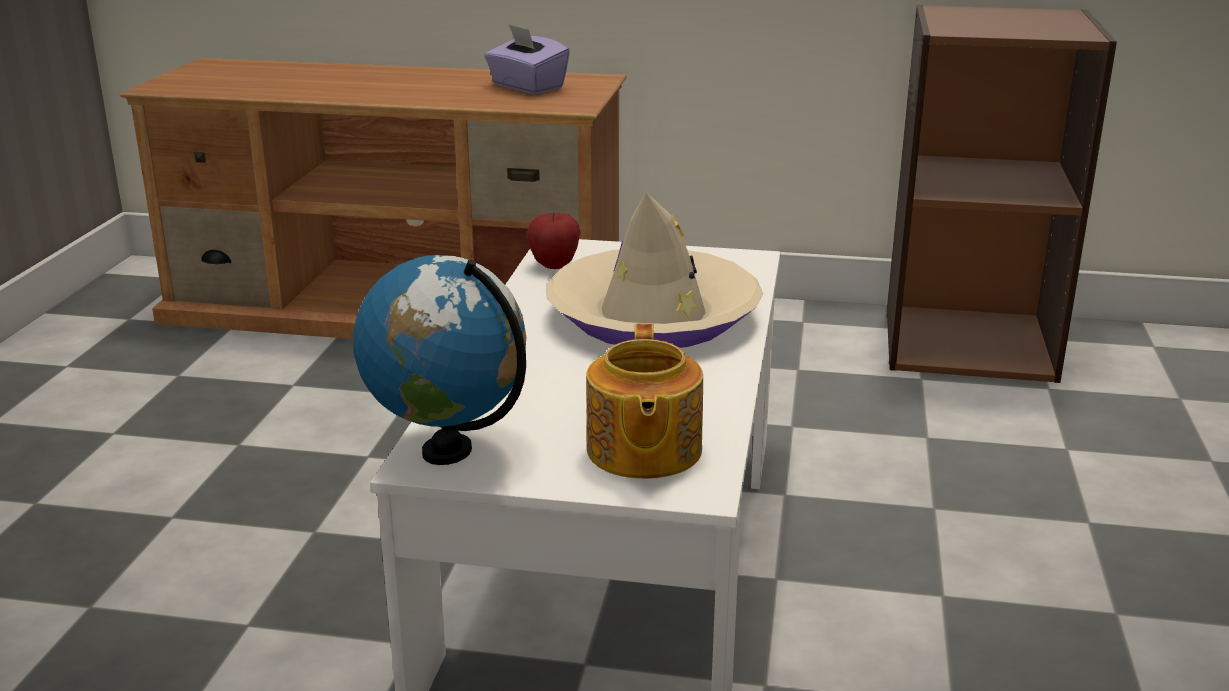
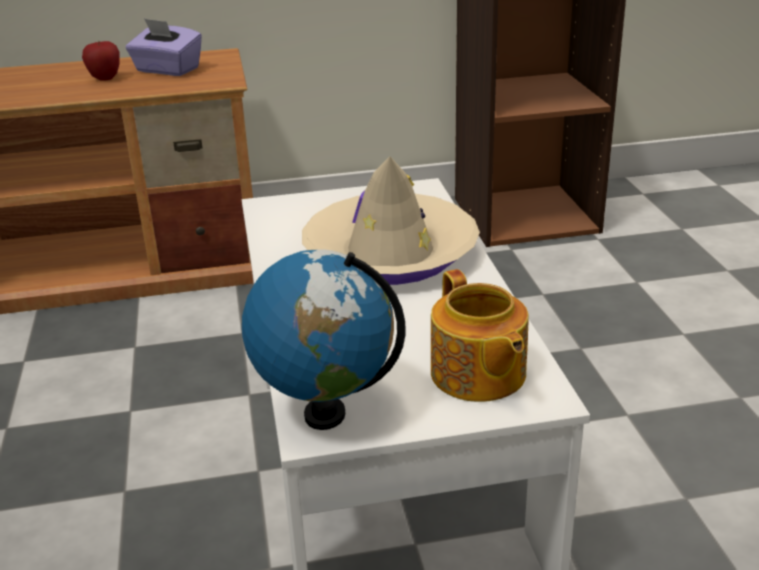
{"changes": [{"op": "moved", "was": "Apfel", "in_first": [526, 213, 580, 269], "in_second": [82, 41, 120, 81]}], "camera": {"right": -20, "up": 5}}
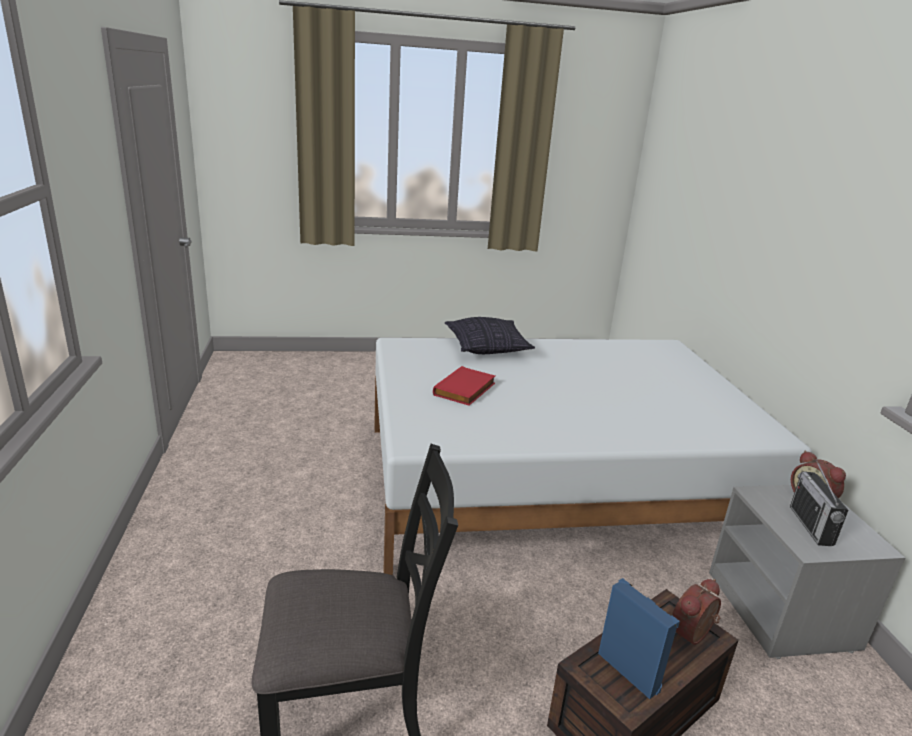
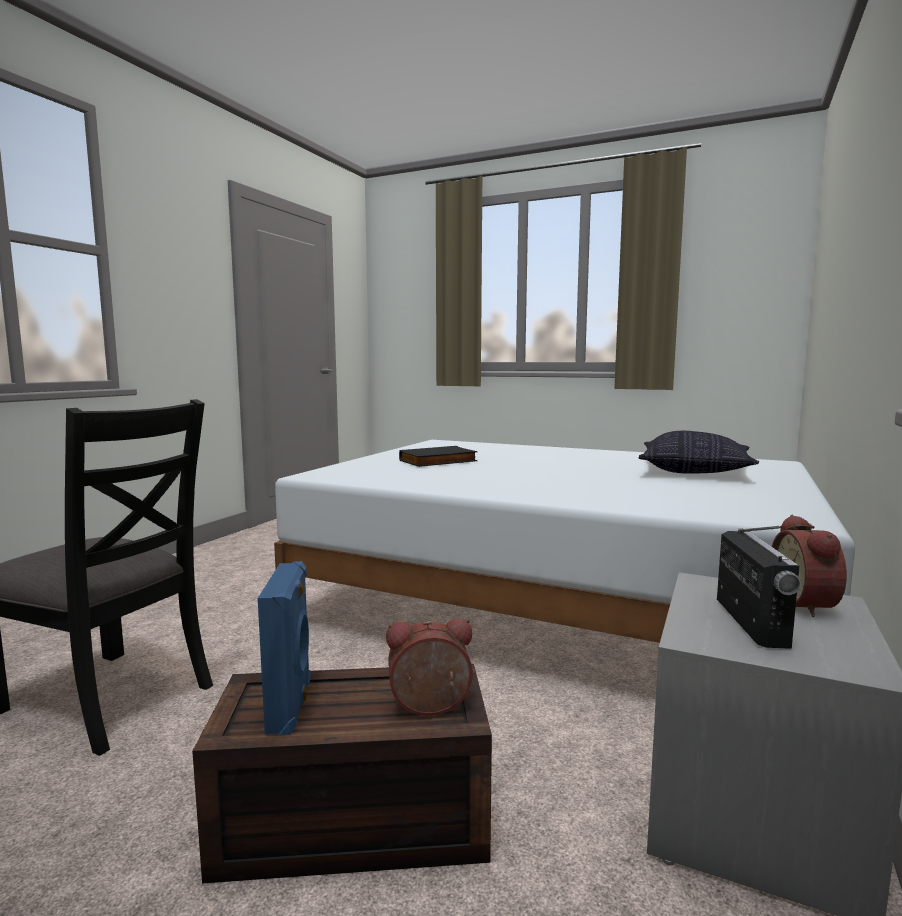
{"changes": [{"op": "recoloured", "was": "Buch (rot)", "now": "Buch (schwarz)", "in_first": [433, 366, 495, 406], "in_second": [399, 446, 478, 467]}, {"op": "moved", "was": "Kissen", "in_first": [445, 317, 535, 354], "in_second": [638, 431, 759, 474]}, {"op": "turned", "was": "Radio", "in_first": [790, 459, 848, 546], "in_second": [717, 526, 801, 649], "clockwise": 150}], "camera": {"right": 35, "up": -15}}
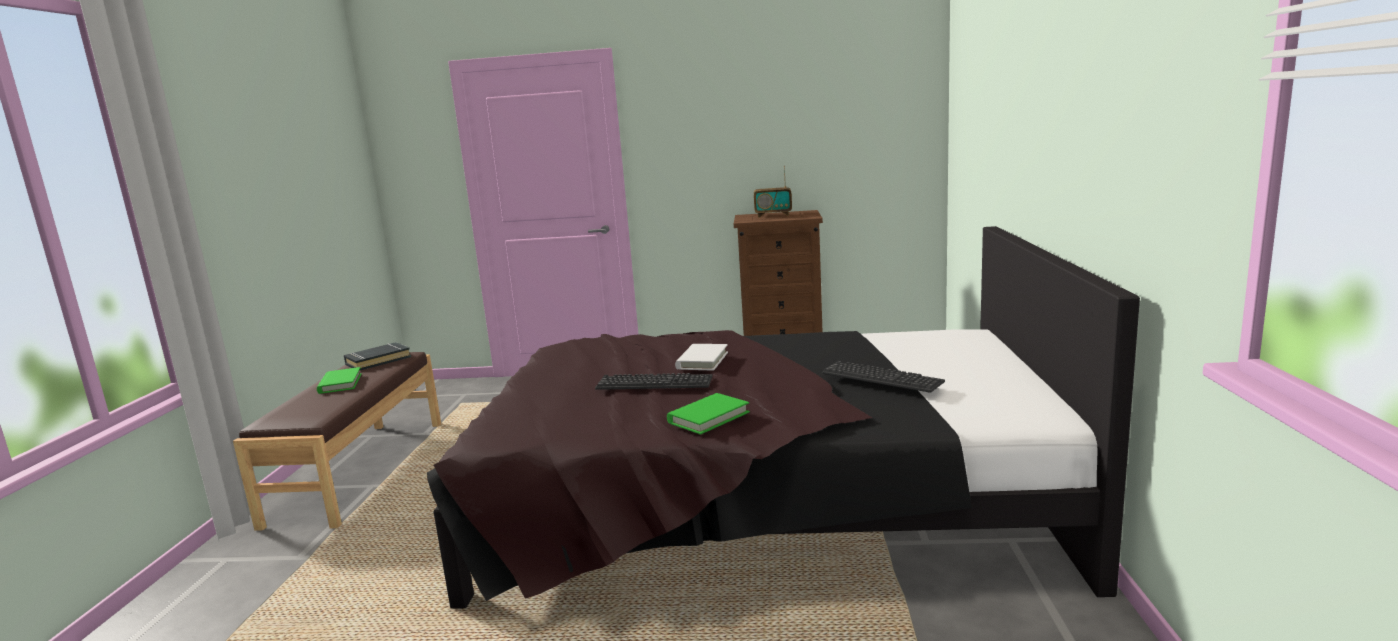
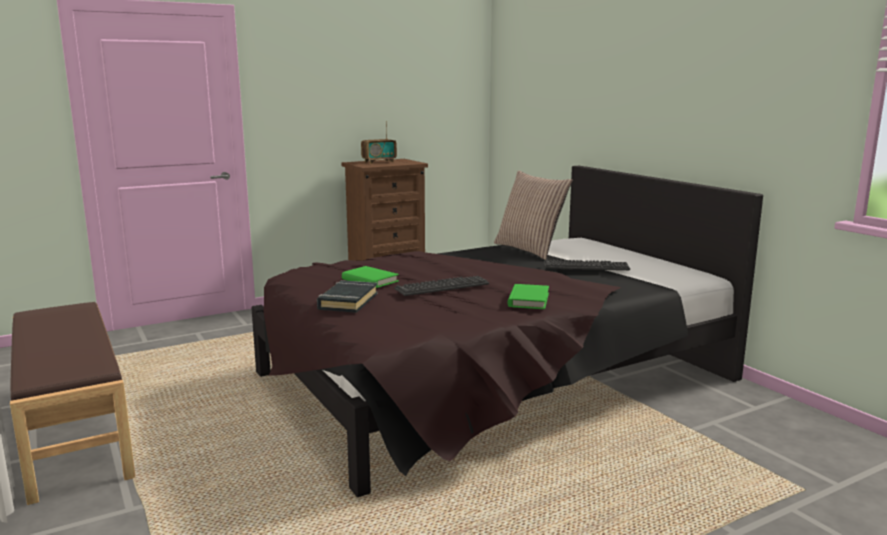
{"changes": [{"op": "moved", "was": "Buch (grün)", "in_first": [317, 367, 362, 394], "in_second": [342, 266, 399, 288]}, {"op": "moved", "was": "Buch (schwarz)", "in_first": [344, 342, 411, 371], "in_second": [317, 280, 377, 313]}, {"op": "removed", "was": "Buch (weiß)", "in_first": [675, 344, 728, 370]}, {"op": "added", "now": "Kissen", "in_second": [494, 171, 573, 260]}], "camera": {"right": -35, "up": 0}}
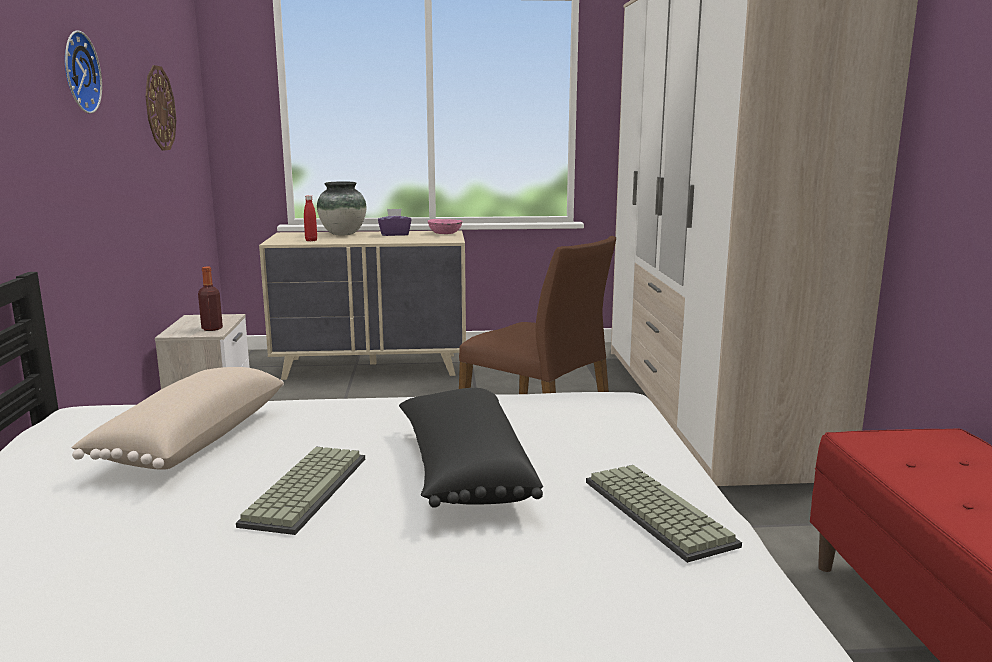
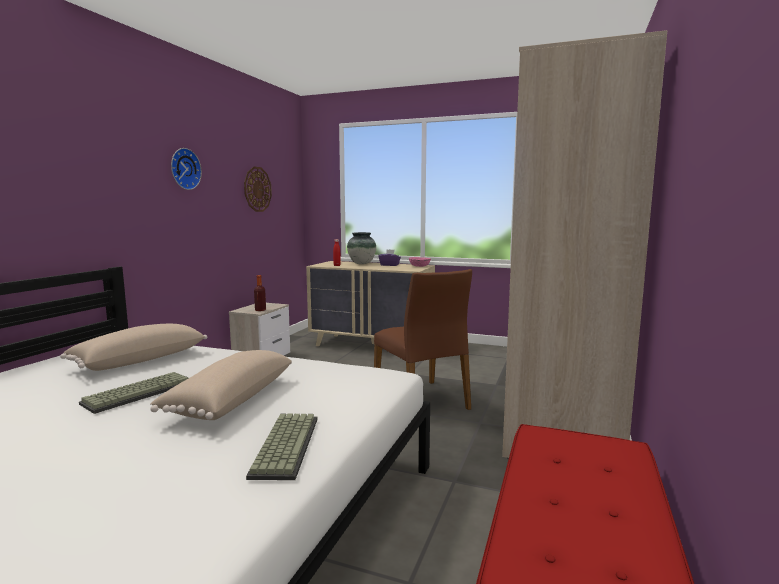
{"changes": [{"op": "recoloured", "was": "Kissen (schwarz)", "now": "Kissen (beige)", "in_first": [399, 388, 543, 508], "in_second": [150, 350, 292, 420]}], "camera": {"right": 25, "up": -5}}
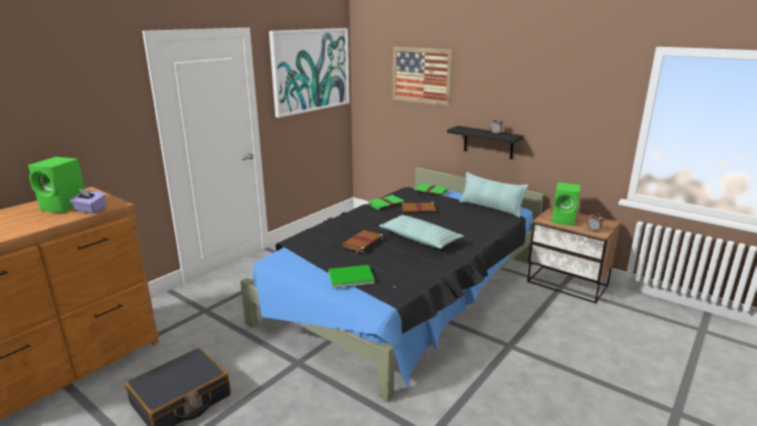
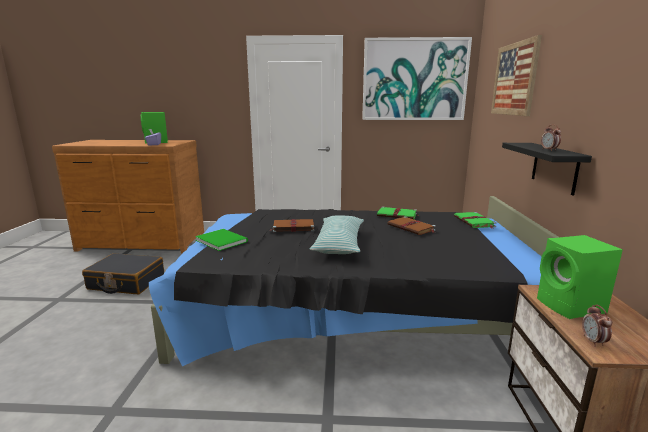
{"changes": [{"op": "removed", "was": "Kissen", "in_first": [459, 172, 529, 218]}], "camera": {"right": 55, "up": -5}}
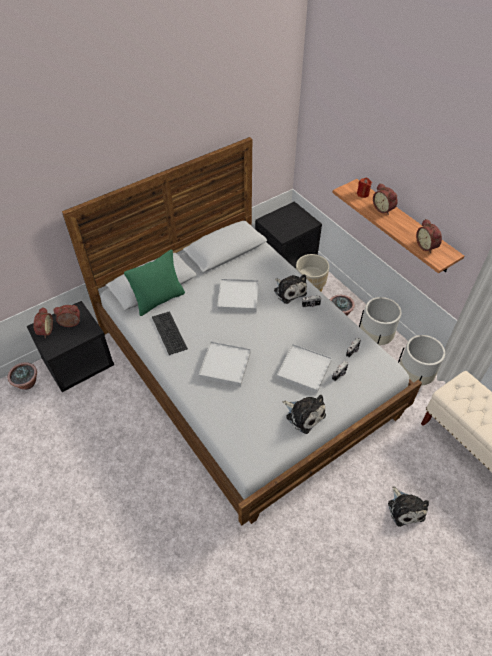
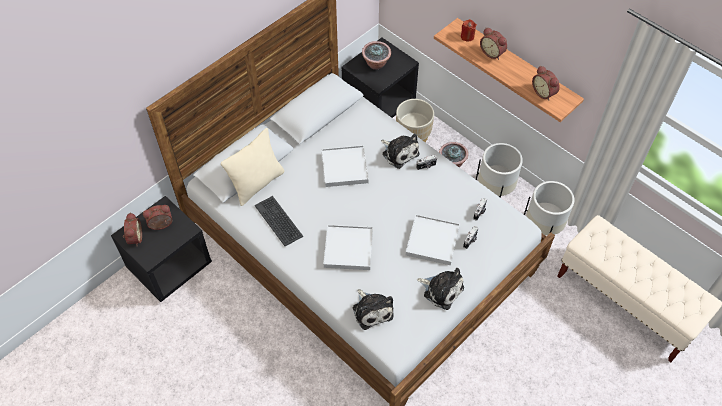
{"changes": [{"op": "moved", "was": "Topfpflanze", "in_first": [8, 362, 37, 390], "in_second": [362, 41, 391, 70]}, {"op": "recoloured", "was": "Kissen (grün)", "now": "Kissen (beige)", "in_first": [124, 249, 185, 316], "in_second": [221, 128, 285, 206]}, {"op": "moved", "was": "Plüschtier", "in_first": [388, 486, 429, 527], "in_second": [353, 289, 393, 330]}], "camera": {"right": -10, "up": 5}}
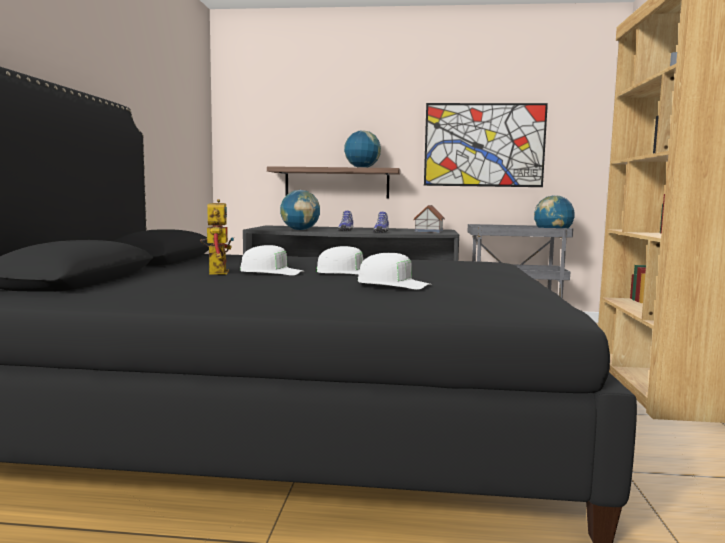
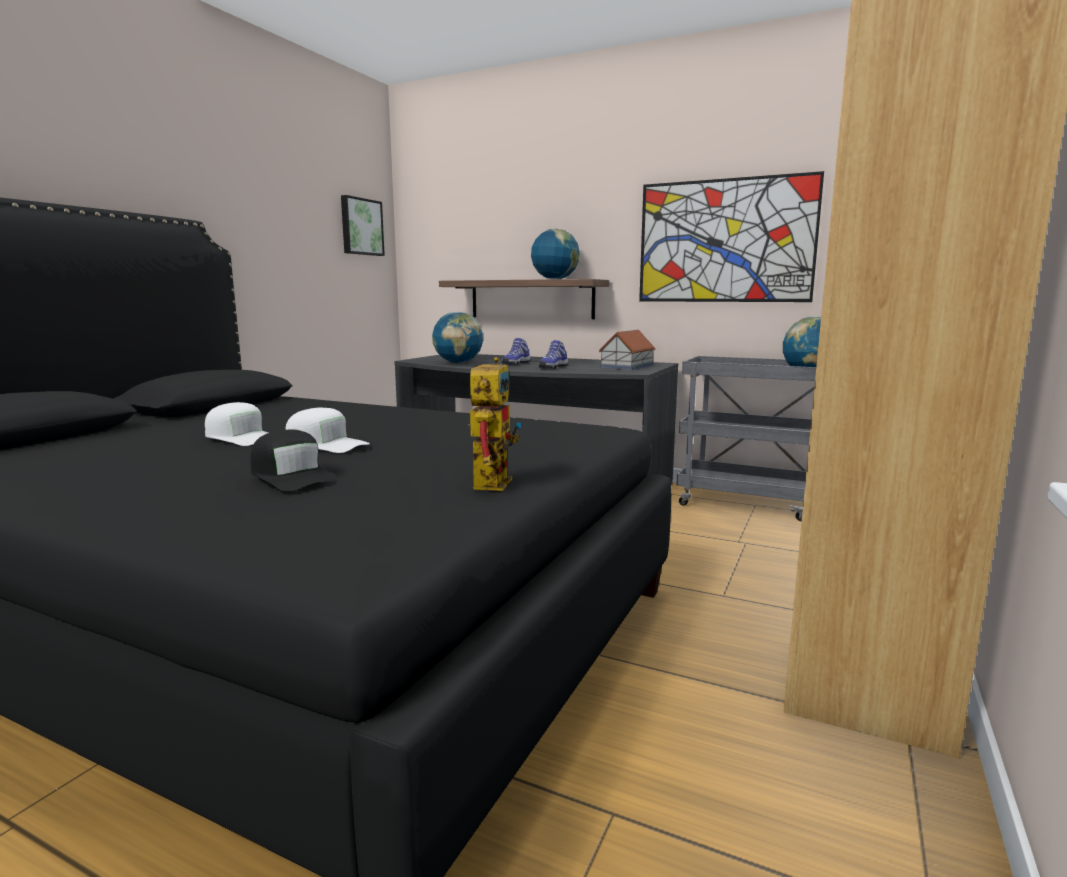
{"changes": [{"op": "moved", "was": "Spielzeugroboter", "in_first": [200, 199, 234, 275], "in_second": [467, 357, 522, 491]}, {"op": "recoloured", "was": "Kappe (weiß)", "now": "Kappe (schwarz)", "in_first": [357, 253, 432, 290], "in_second": [250, 430, 340, 492]}, {"op": "added", "now": "Bild", "in_second": [341, 195, 385, 256]}], "camera": {"right": 20, "up": 5}}
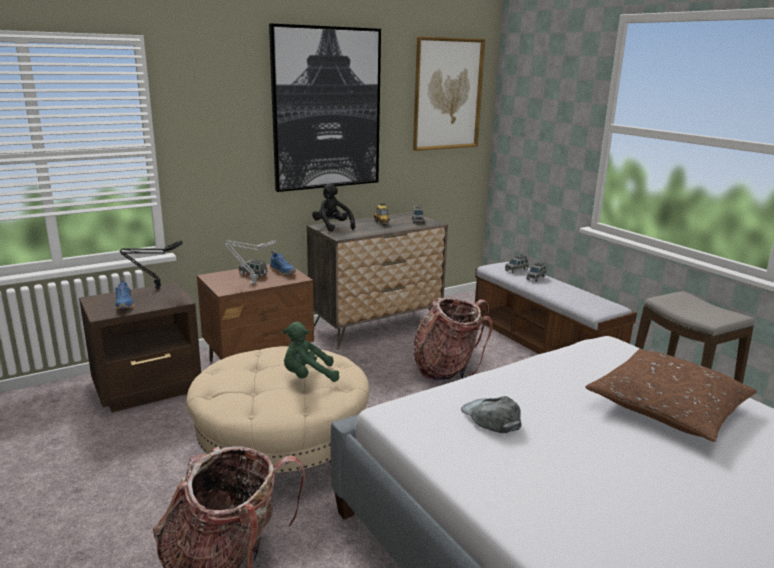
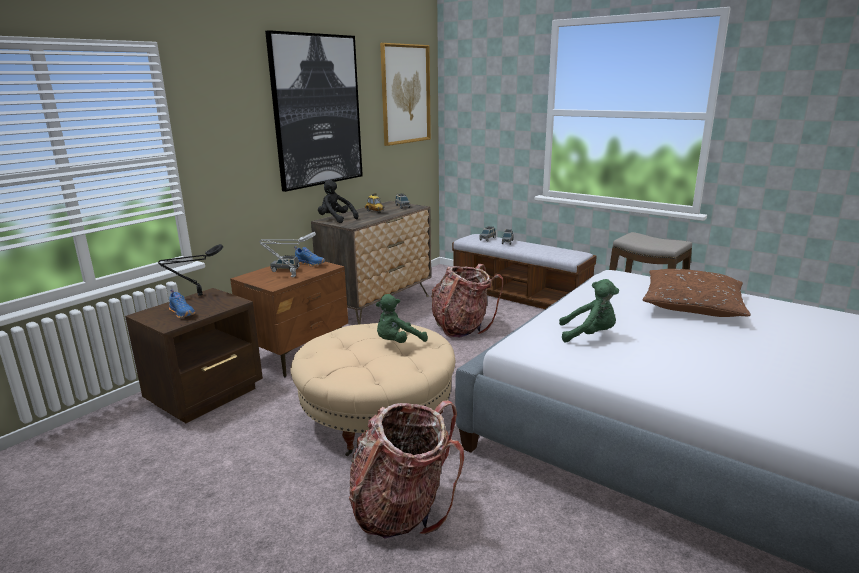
{"changes": [{"op": "replaced", "was": "Kappe (grau)", "now": "Plüschtier (grün)", "in_first": [461, 396, 521, 433], "in_second": [559, 279, 619, 343]}], "camera": {"right": -20, "up": 0}}
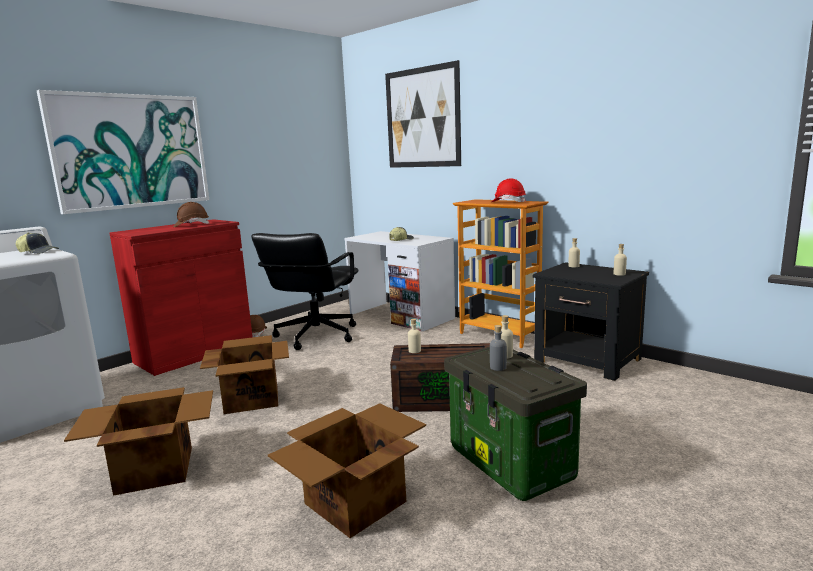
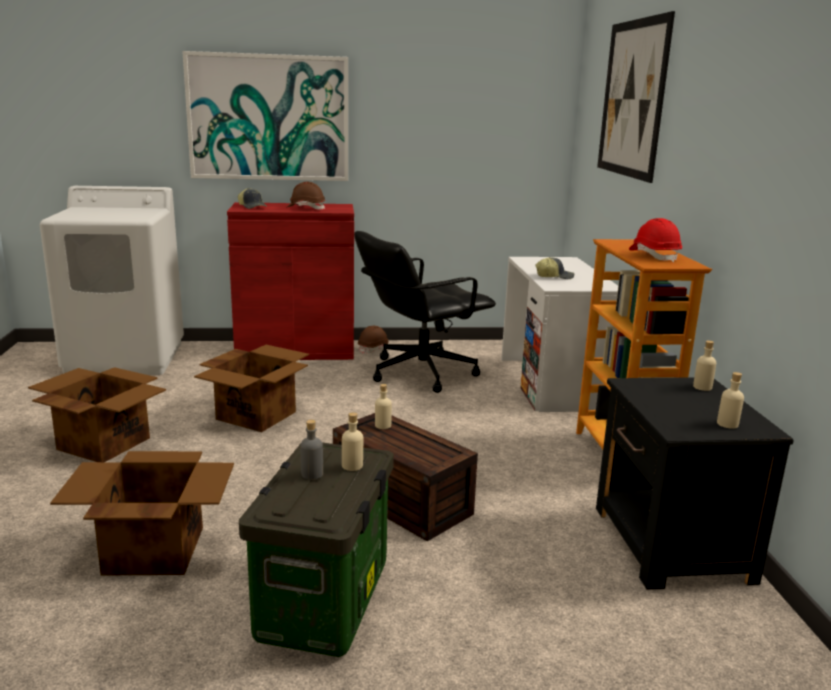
{"changes": [{"op": "moved", "was": "Kappe", "in_first": [16, 233, 59, 254], "in_second": [238, 188, 267, 209]}], "camera": {"right": 40, "up": 5}}
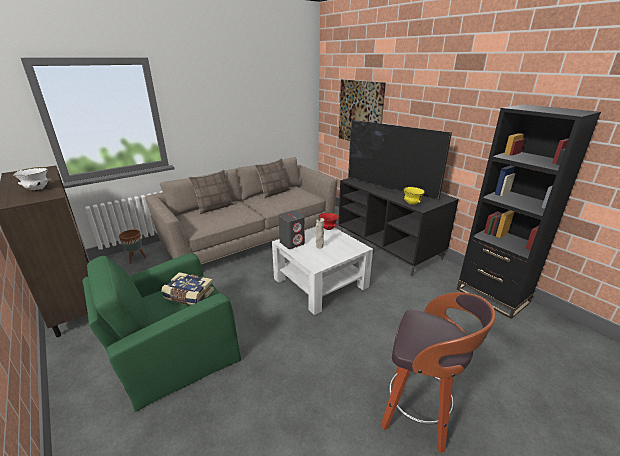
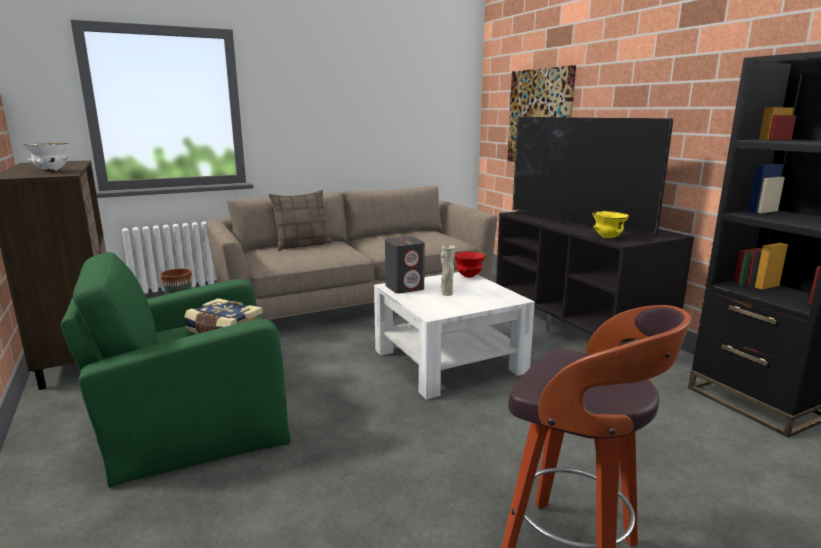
{"changes": [{"op": "removed", "was": "Kissen", "in_first": [255, 158, 290, 199]}], "camera": {"right": 10, "up": -10}}
